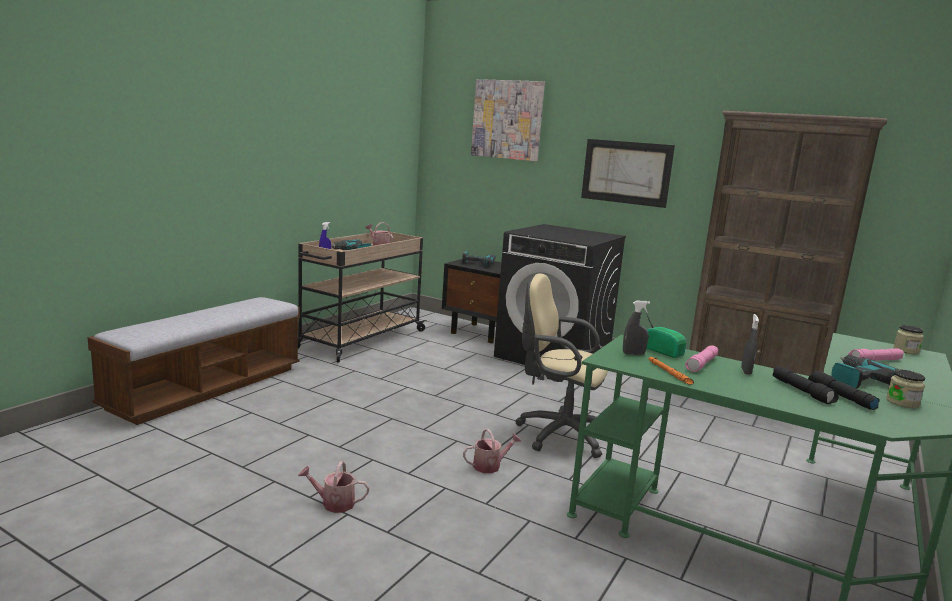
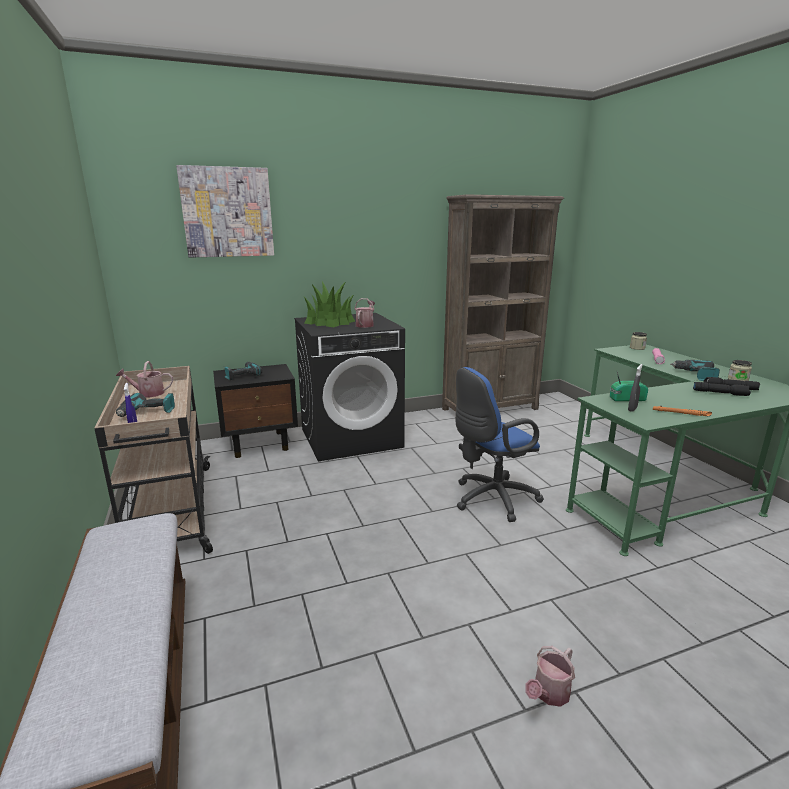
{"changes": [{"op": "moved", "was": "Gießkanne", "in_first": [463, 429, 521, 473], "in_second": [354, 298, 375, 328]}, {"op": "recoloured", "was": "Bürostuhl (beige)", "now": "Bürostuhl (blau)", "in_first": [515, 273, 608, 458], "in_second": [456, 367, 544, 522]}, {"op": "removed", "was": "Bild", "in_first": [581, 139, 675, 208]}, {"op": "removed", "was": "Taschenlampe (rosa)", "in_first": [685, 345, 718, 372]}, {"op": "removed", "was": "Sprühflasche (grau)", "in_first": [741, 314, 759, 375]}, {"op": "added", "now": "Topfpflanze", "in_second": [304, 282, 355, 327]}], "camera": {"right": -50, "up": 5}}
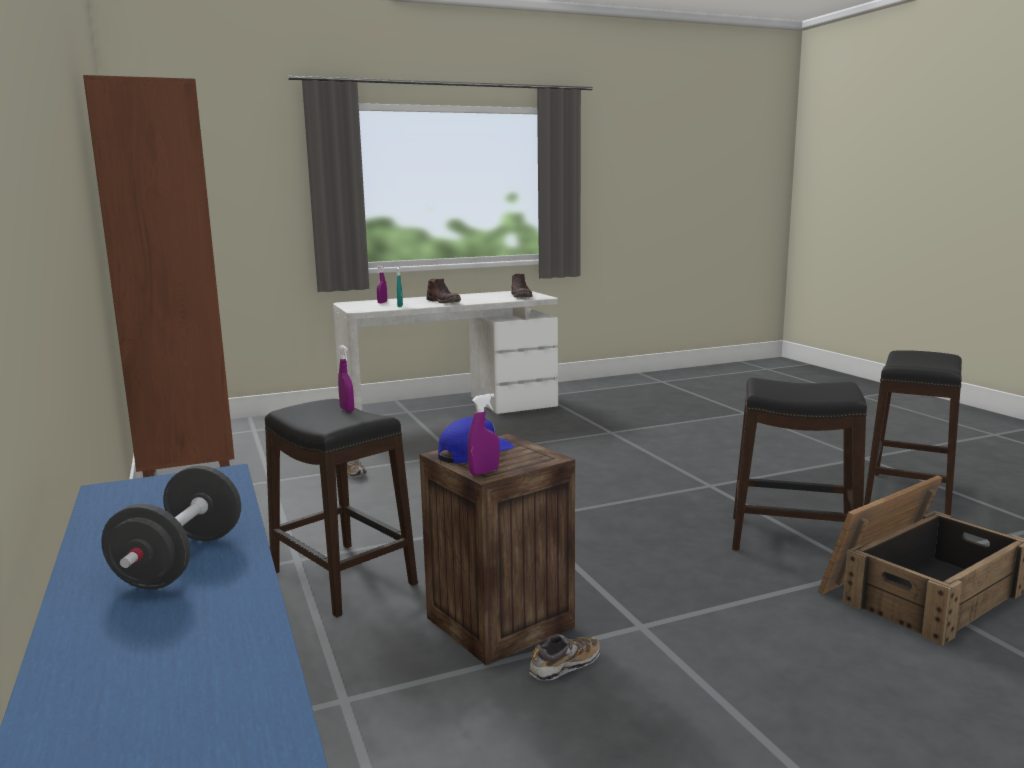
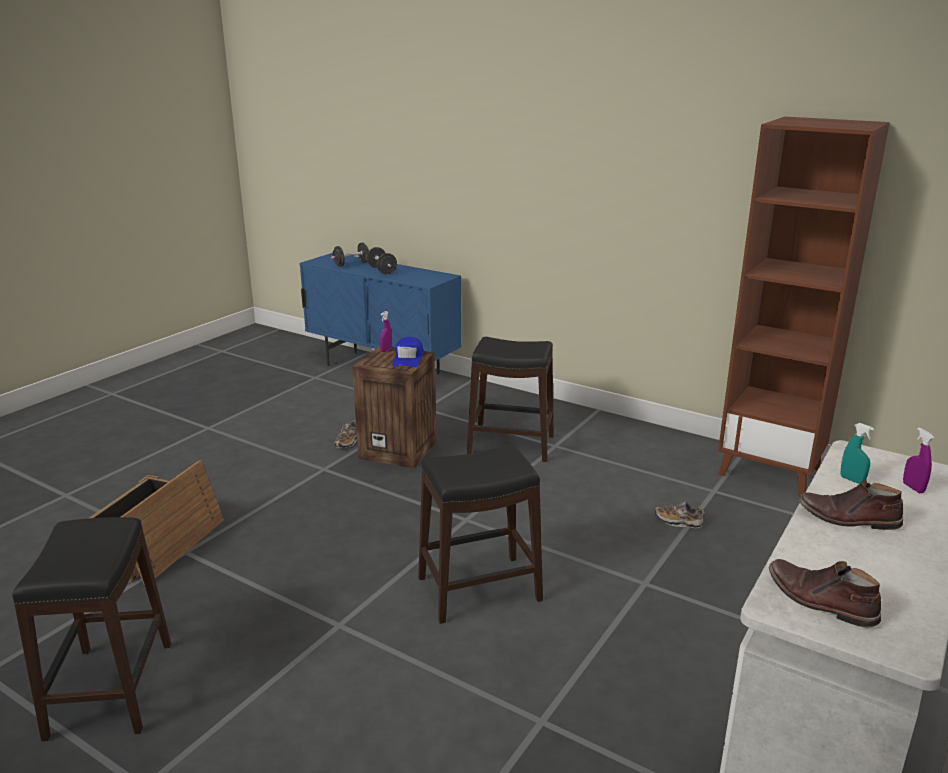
{"changes": [{"op": "removed", "was": "Sprühflasche (lila)", "in_first": [338, 345, 354, 412]}, {"op": "moved", "was": "Hocker (schwarz)", "in_first": [732, 378, 867, 551], "in_second": [418, 444, 543, 624]}, {"op": "added", "now": "Hantel (schwarz)", "in_second": [331, 242, 369, 267]}], "camera": {"right": 145, "up": 10}}
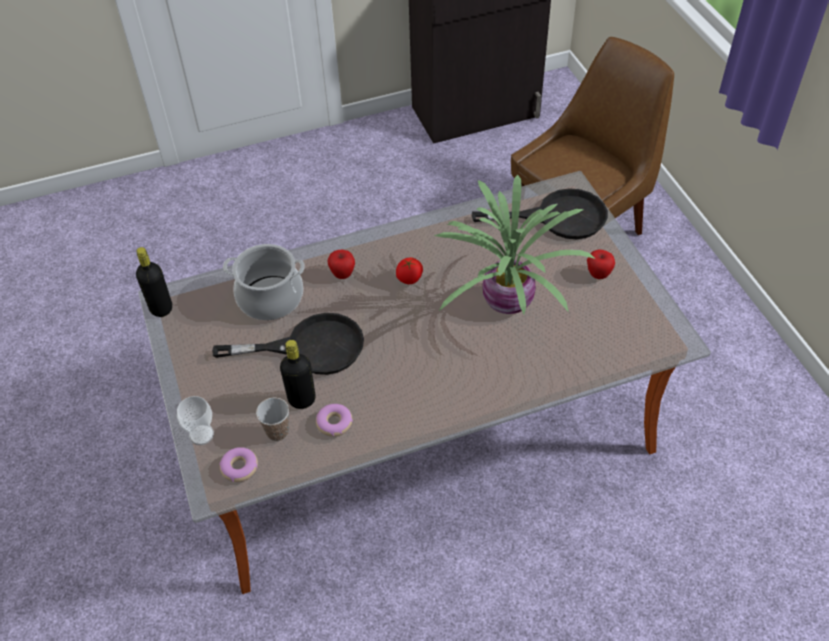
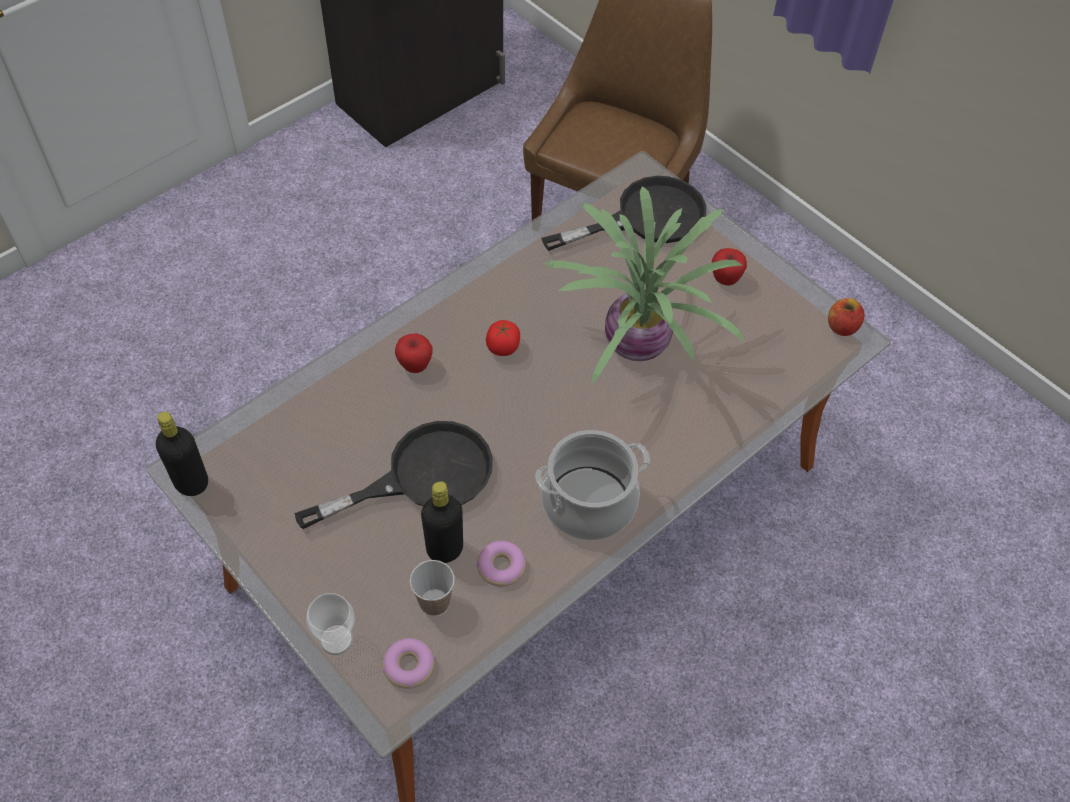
{"changes": [{"op": "moved", "was": "Kochtopf", "in_first": [223, 244, 305, 320], "in_second": [535, 430, 650, 540]}, {"op": "added", "now": "Apfel", "in_second": [828, 298, 864, 336]}], "camera": {"right": -25, "up": 5}}
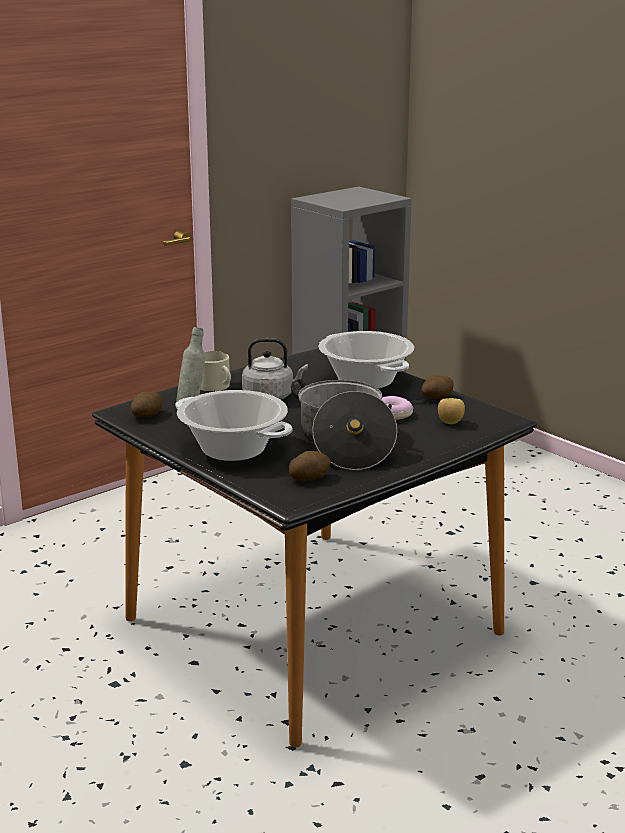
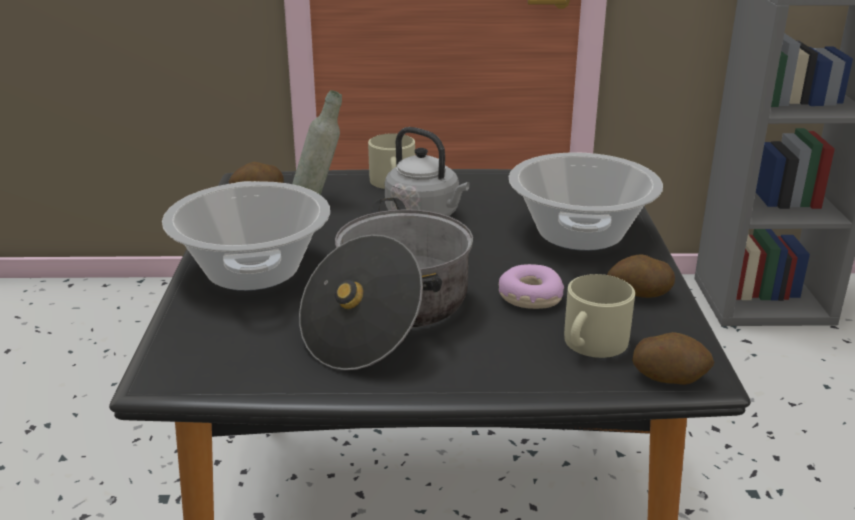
{"changes": [{"op": "moved", "was": "Kartoffel", "in_first": [289, 451, 331, 481], "in_second": [632, 332, 715, 385]}, {"op": "replaced", "was": "Apfel", "now": "Henkelbecher (beige)", "in_first": [438, 398, 465, 425], "in_second": [564, 274, 635, 358]}], "camera": {"right": 40, "up": 5}}
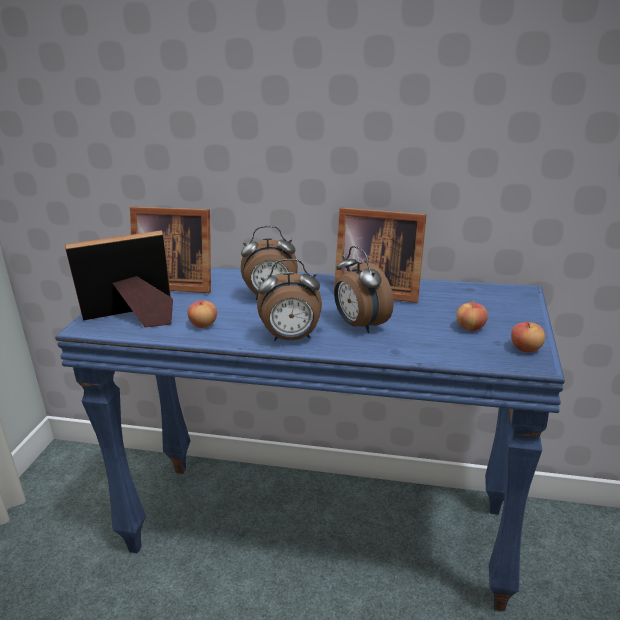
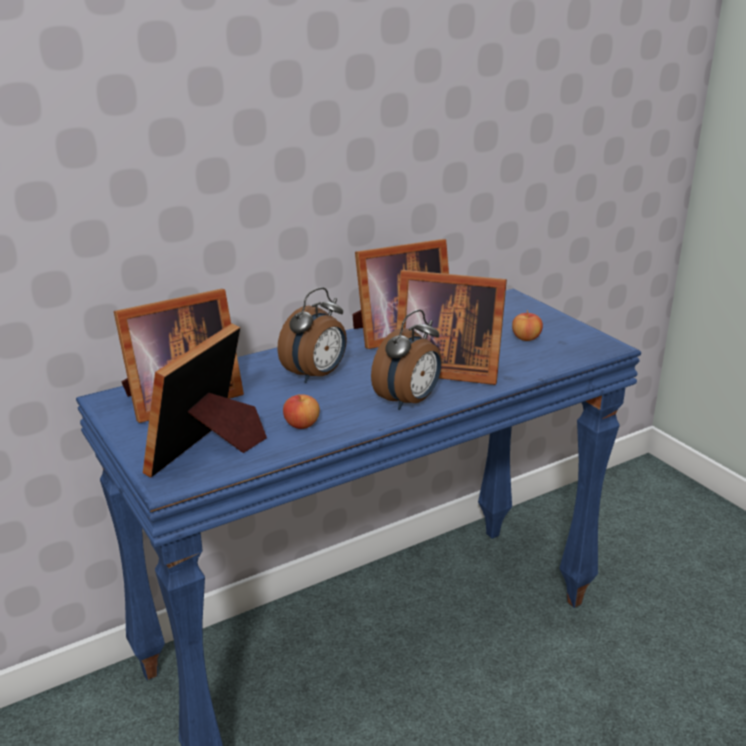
{"changes": [{"op": "replaced", "was": "Wecker", "now": "Bilderrahmen", "in_first": [334, 246, 394, 333], "in_second": [396, 270, 507, 385]}, {"op": "removed", "was": "Apfel", "in_first": [511, 321, 545, 352]}], "camera": {"right": -45, "up": 0}}
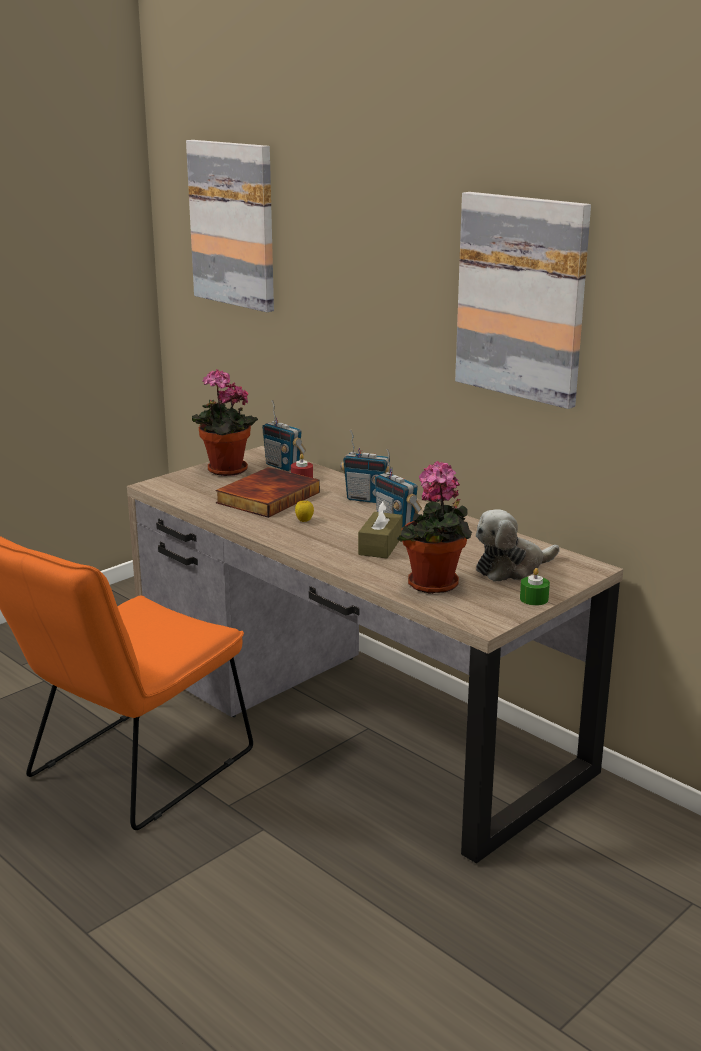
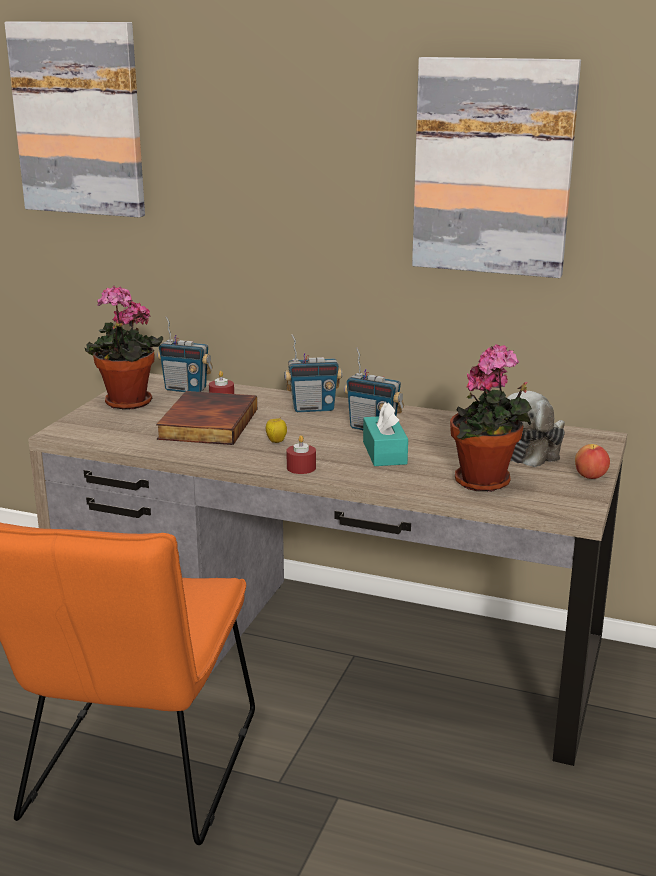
{"changes": [{"op": "recoloured", "was": "Taschentuchbox (braun)", "now": "Taschentuchbox (türkis)", "in_first": [358, 501, 403, 558], "in_second": [363, 402, 408, 466]}, {"op": "replaced", "was": "Kerze (grün)", "now": "Apfel", "in_first": [520, 568, 550, 606], "in_second": [575, 444, 610, 479]}, {"op": "added", "now": "Kerze (rot)", "in_second": [286, 435, 316, 474]}], "camera": {"right": -25, "up": 0}}
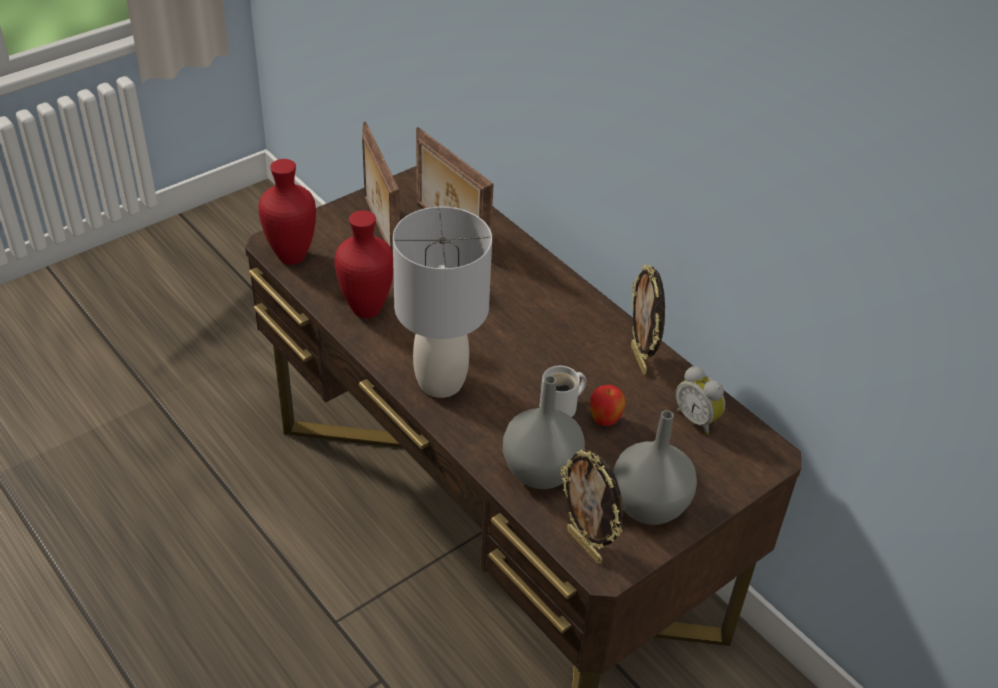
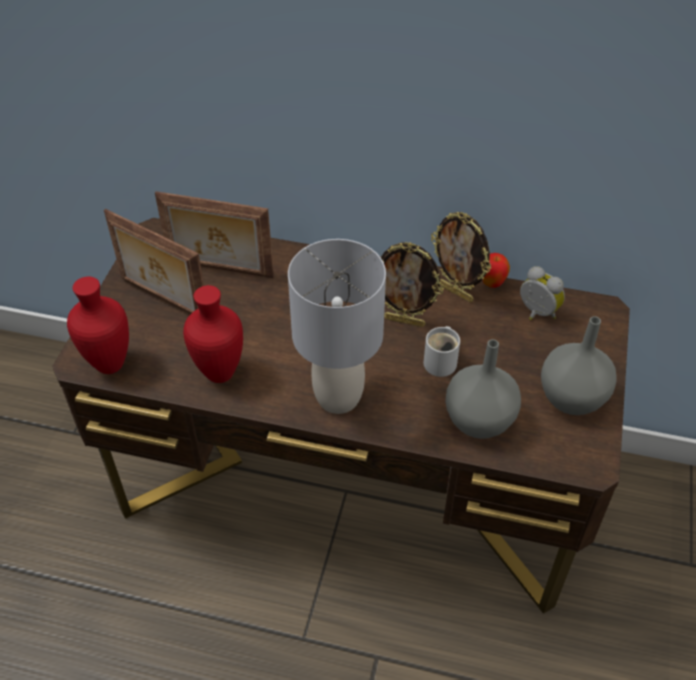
{"changes": [{"op": "moved", "was": "Bilderrahmen", "in_first": [561, 449, 623, 564], "in_second": [381, 242, 444, 327]}, {"op": "moved", "was": "Apfel", "in_first": [590, 385, 626, 426], "in_second": [483, 253, 510, 288]}, {"op": "turned", "was": "Wecker", "in_first": [676, 366, 725, 435], "in_second": [520, 266, 565, 320], "clockwise": -150}], "camera": {"right": -35, "up": 5}}
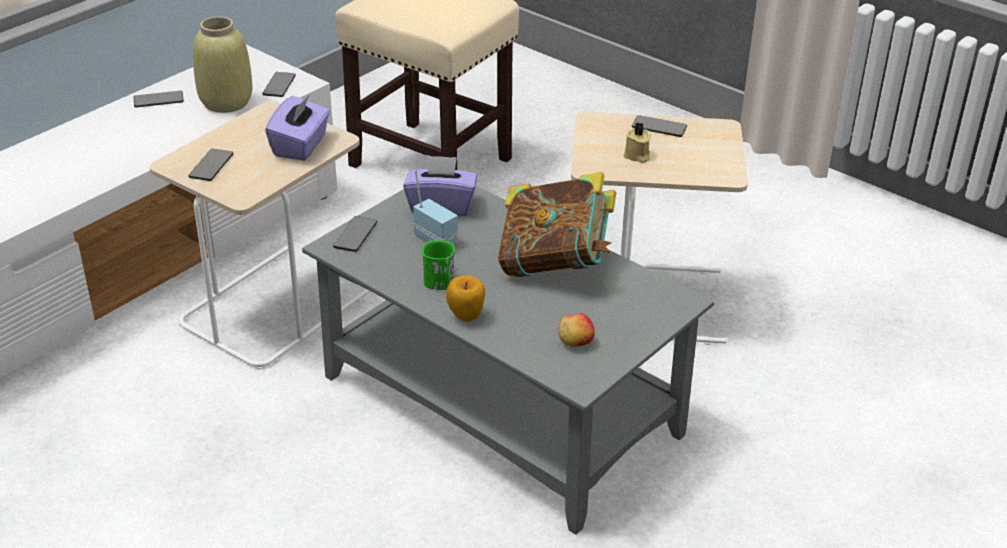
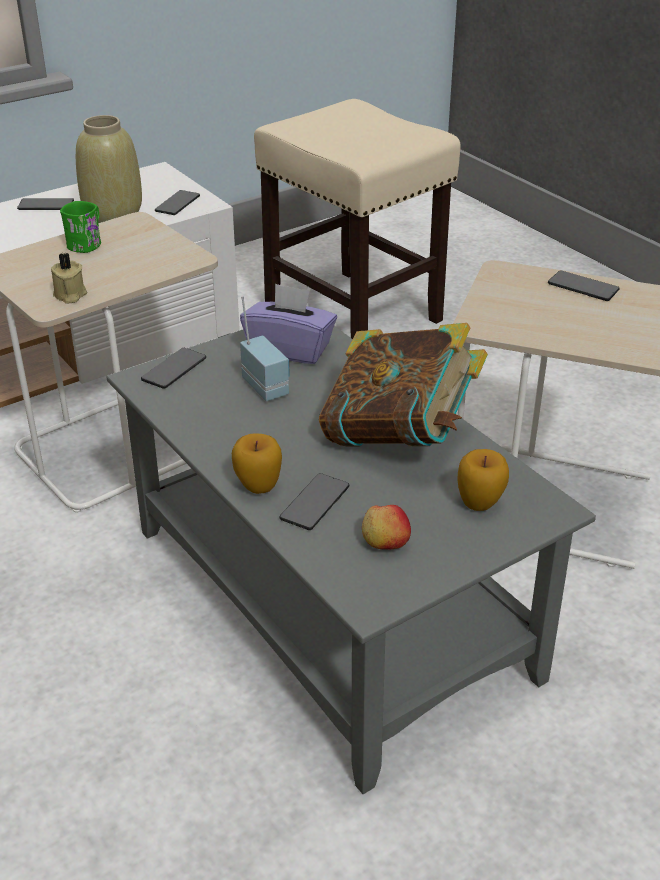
{"changes": [{"op": "moved", "was": "Handy", "in_first": [188, 149, 233, 181], "in_second": [279, 473, 349, 530]}, {"op": "removed", "was": "Taschentuchbox (lila)", "in_first": [265, 94, 330, 161]}, {"op": "moved", "was": "Henkelbecher (grün)", "in_first": [422, 240, 455, 290], "in_second": [60, 201, 101, 253]}, {"op": "moved", "was": "Kerze (beige)", "in_first": [624, 122, 651, 163], "in_second": [51, 252, 87, 303]}, {"op": "added", "now": "Apfel", "in_second": [458, 449, 509, 511]}], "camera": {"right": 15, "up": 0}}
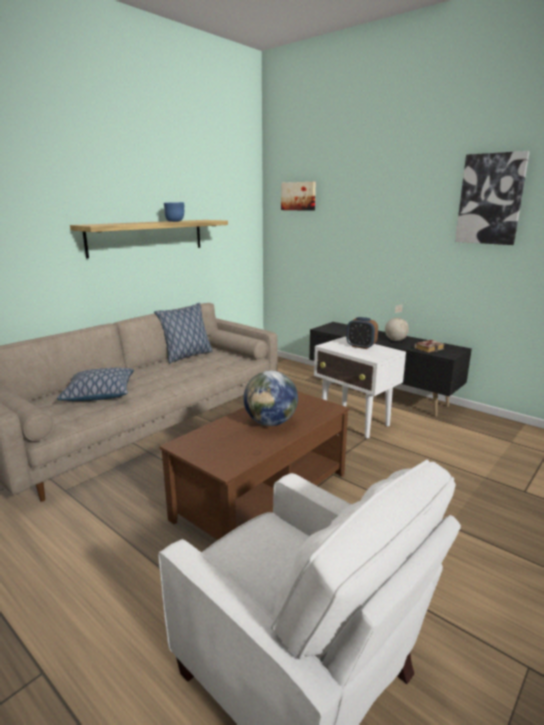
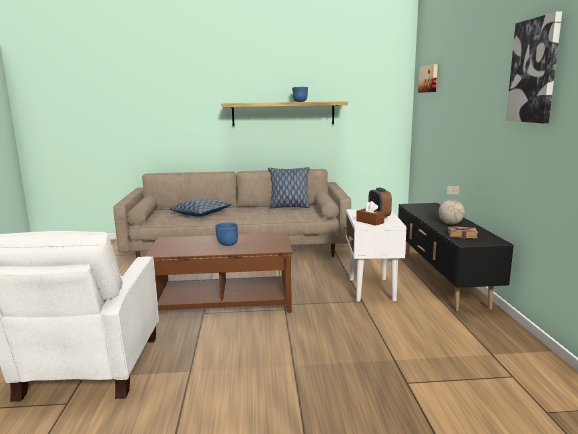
{"changes": [{"op": "replaced", "was": "Globus", "now": "Schüssel (blau)", "in_first": [244, 371, 298, 426], "in_second": [215, 223, 238, 246]}, {"op": "added", "now": "Taschentuchbox (braun)", "in_second": [356, 201, 385, 225]}], "camera": {"right": 45, "up": -5}}
